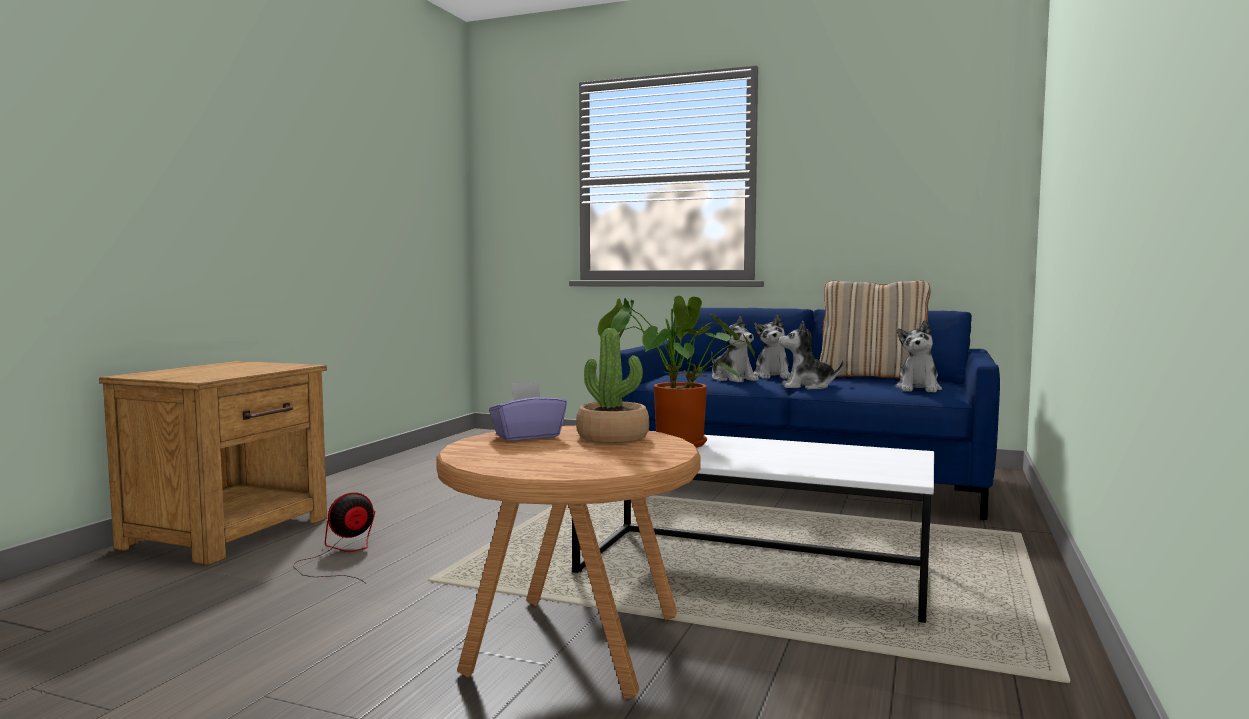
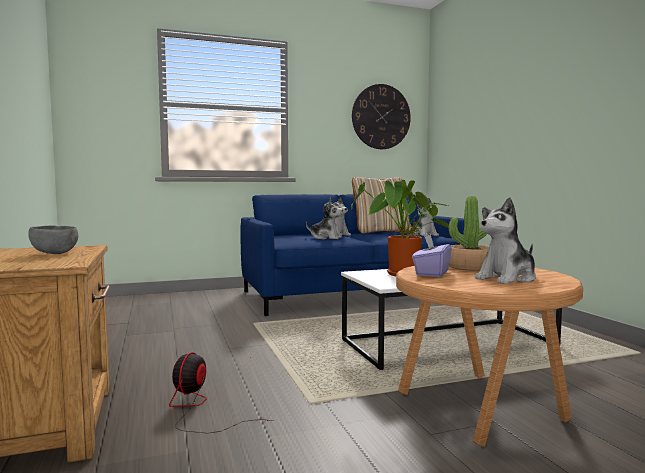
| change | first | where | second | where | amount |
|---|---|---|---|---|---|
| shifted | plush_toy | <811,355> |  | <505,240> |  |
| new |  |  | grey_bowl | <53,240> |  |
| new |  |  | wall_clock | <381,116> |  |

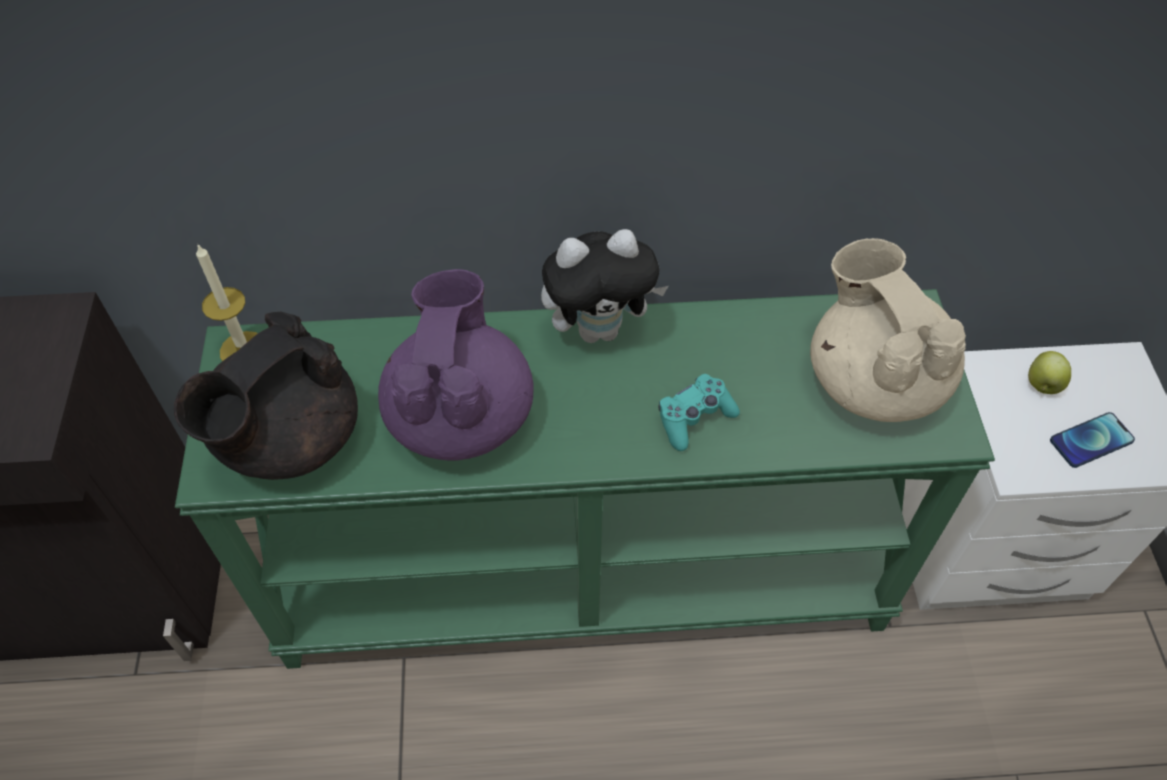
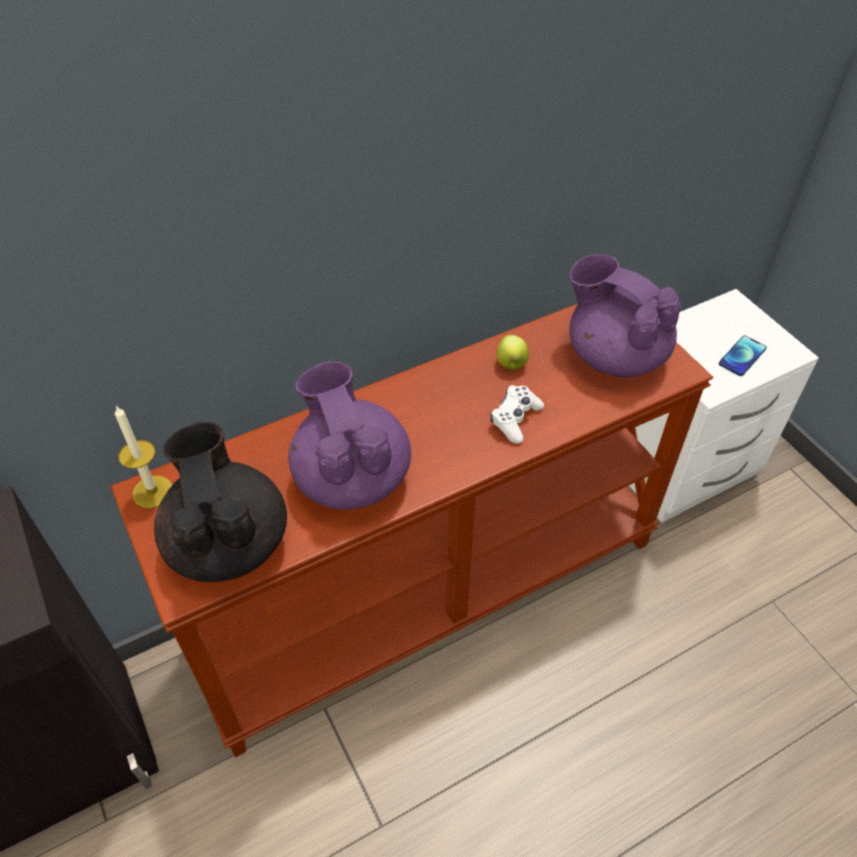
| change | first | where | second | where | amount |
|---|---|---|---|---|---|
| rotated | black_teapot | <266,396> |  | <220,502> | 150 degrees clockwise |
| repainted | green_console_table | <585,479> | brown_console_table | <412,530> |  |
| gone | plush_toy | <604,286> |  |  |  |
| repainted | turquoise_game_controller | <699,412> | white_game_controller | <517,414> |  |
| repainted | beige_teapot | <888,330> | purple_teapot | <625,315> |  |
| shifted | apple | <1049,372> |  | <513,352> |  |

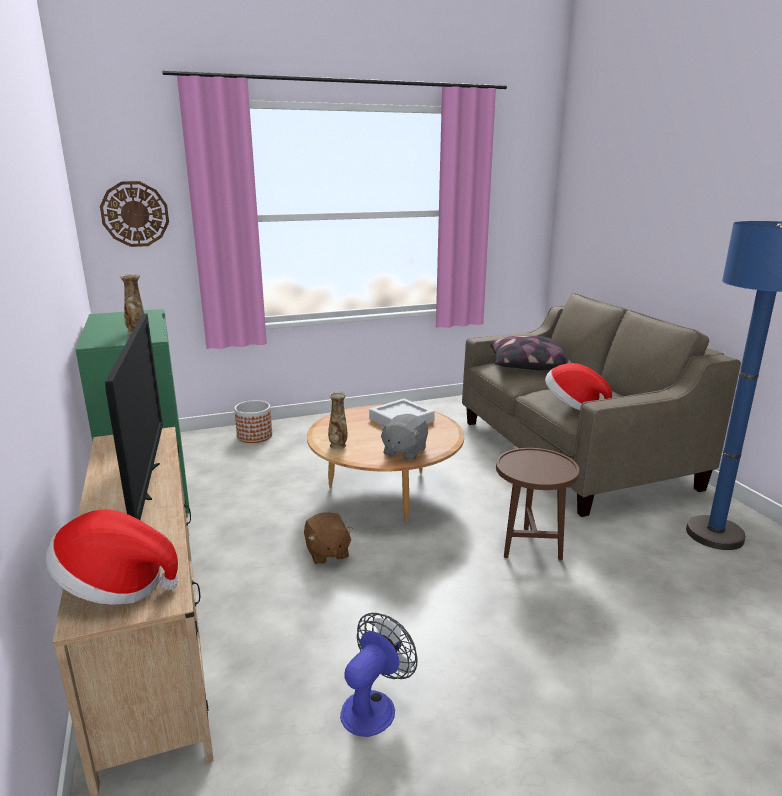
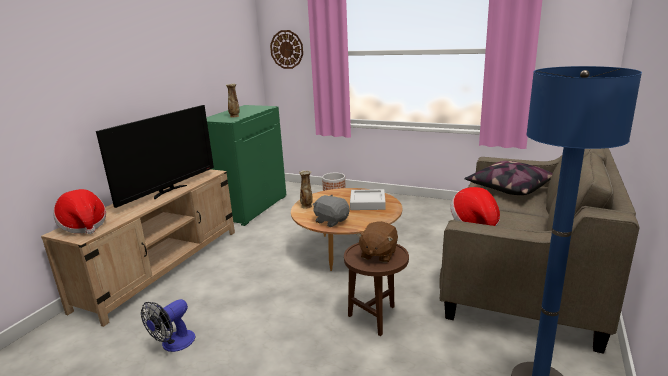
| change | first | where | second | where | amount |
|---|---|---|---|---|---|
| shifted | brown_plush_toy | <328,538> |  | <377,242> |  |
| rotated | fan | <378,675> |  | <168,325> | 135 degrees clockwise |
| rotated | grey_plush_toy | <403,437> |  | <331,211> | 60 degrees clockwise |

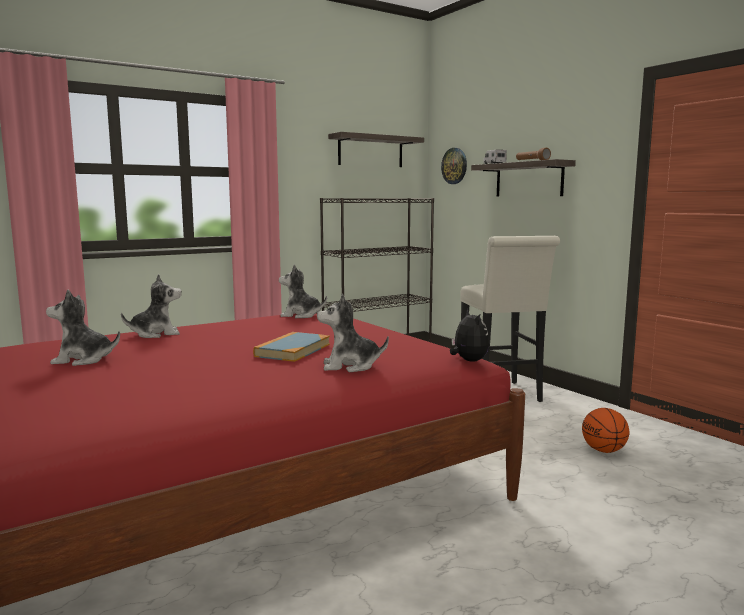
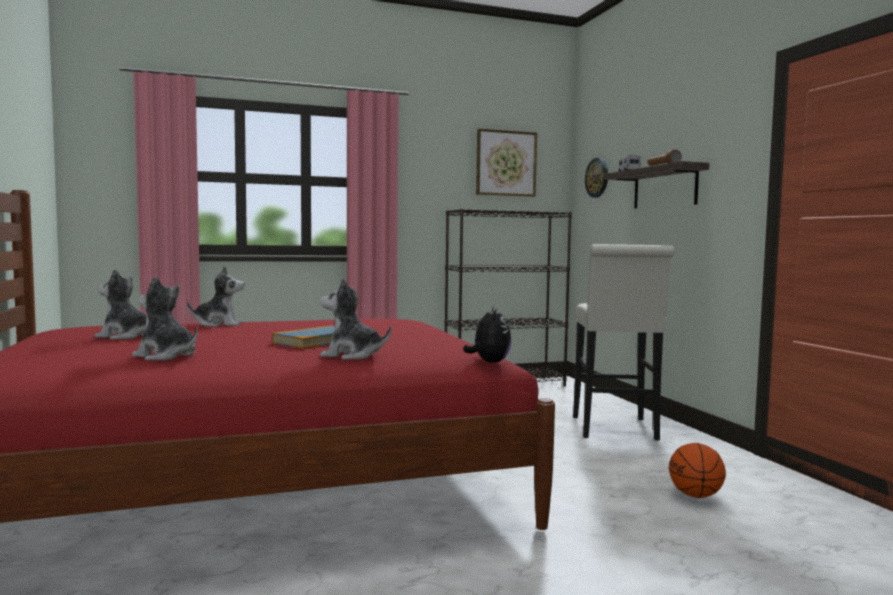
| change | first | where | second | where | amount |
|---|---|---|---|---|---|
| shifted | plush_toy | <303,291> |  | <165,318> |  |
| swapped | shelf | <376,149> | picture | <506,162> |  |

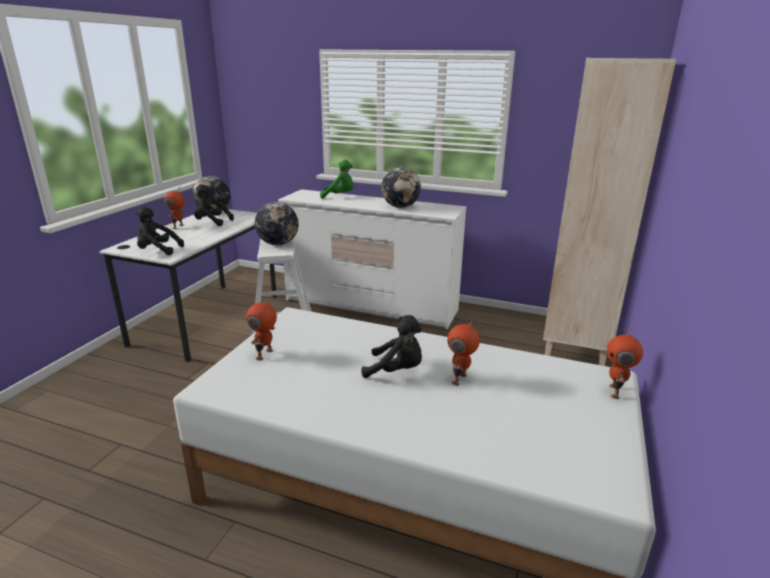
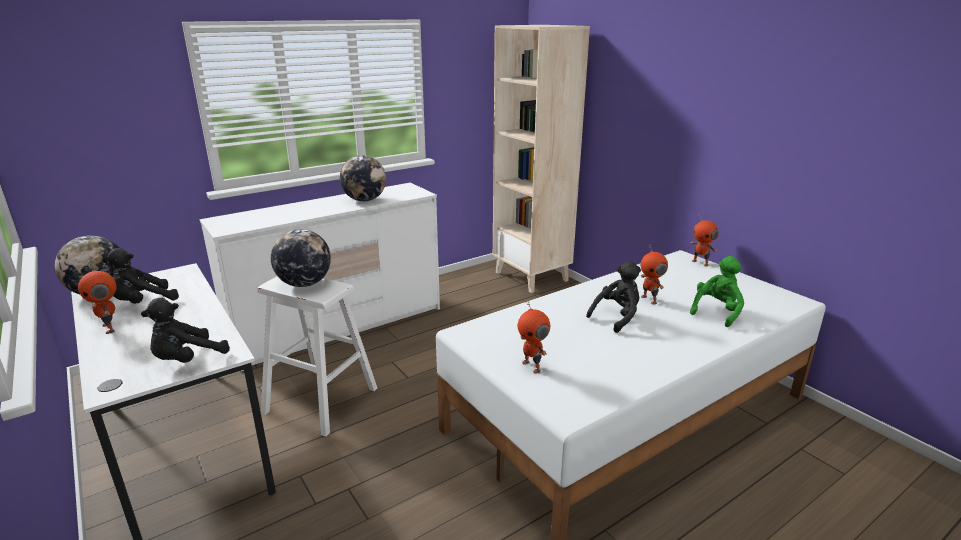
| change | first | where | second | where | amount |
|---|---|---|---|---|---|
| shifted | green_plush_toy | <337,179> |  | <717,291> |  |

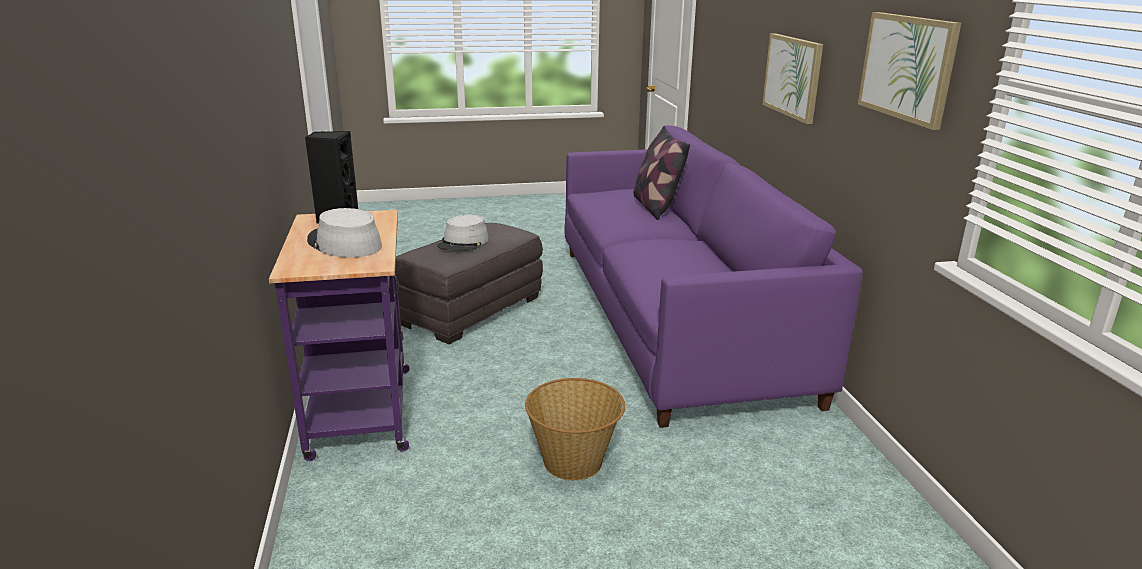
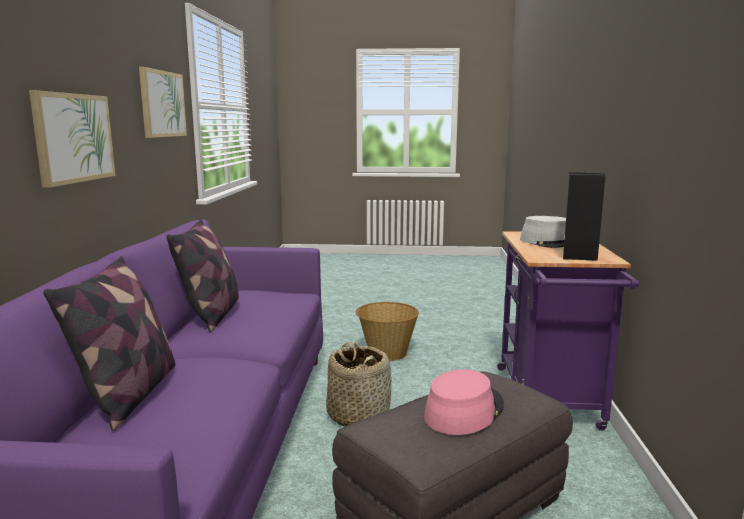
| change | first | where | second | where | amount |
|---|---|---|---|---|---|
| repainted | grey_hat | <463,232> | pink_hat | <464,402> |  |
| new |  |  | pillow | <202,275> |  |
| new |  |  | basket | <359,384> |  |

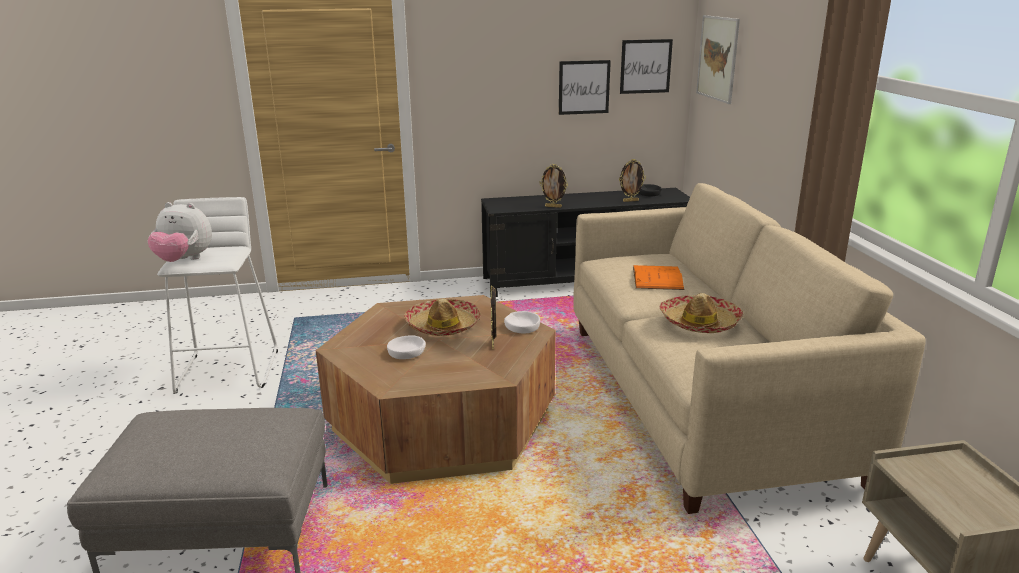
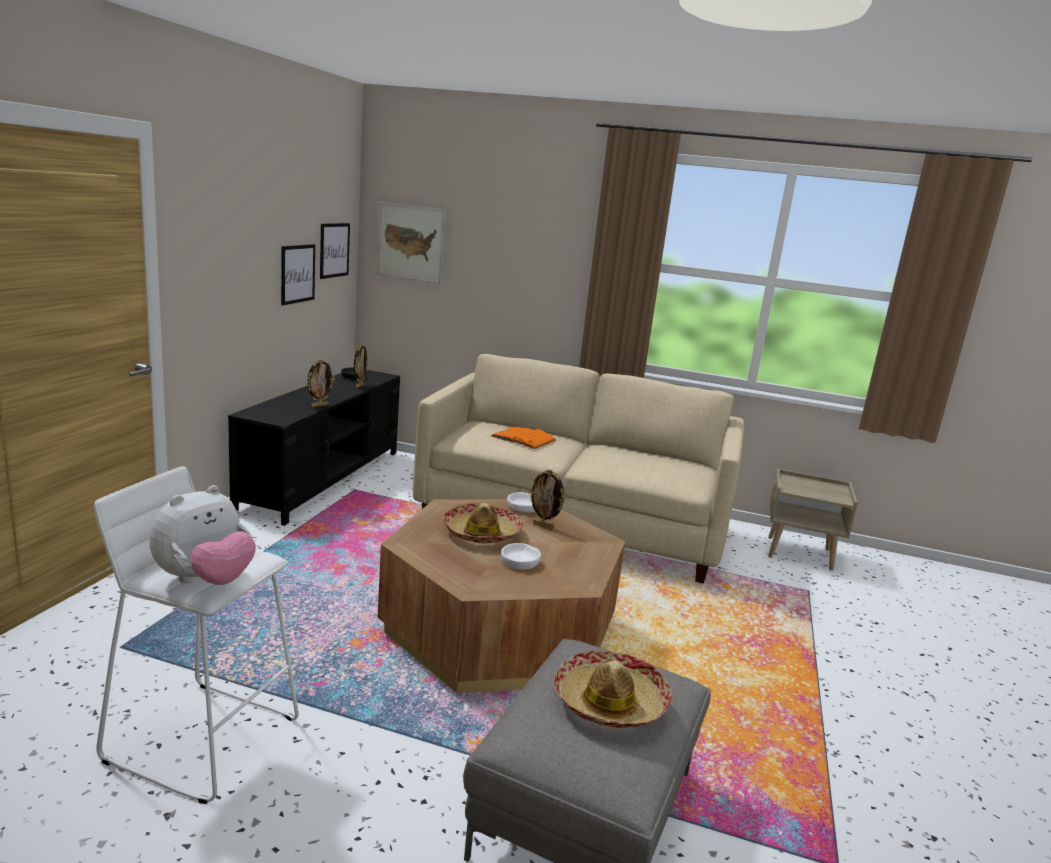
| change | first | where | second | where | amount |
|---|---|---|---|---|---|
| shifted | hat | <701,313> |  | <613,689> |  |

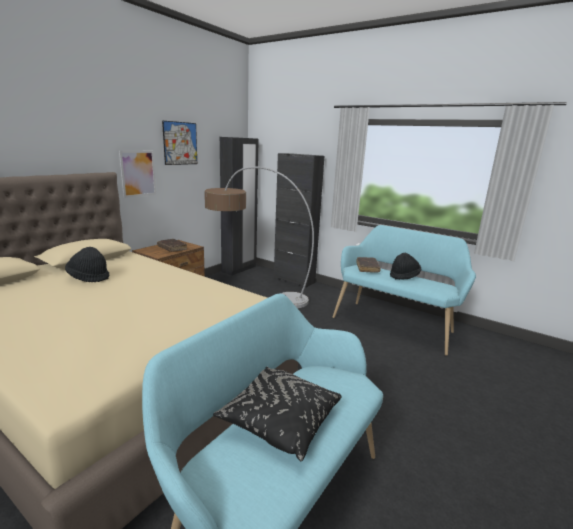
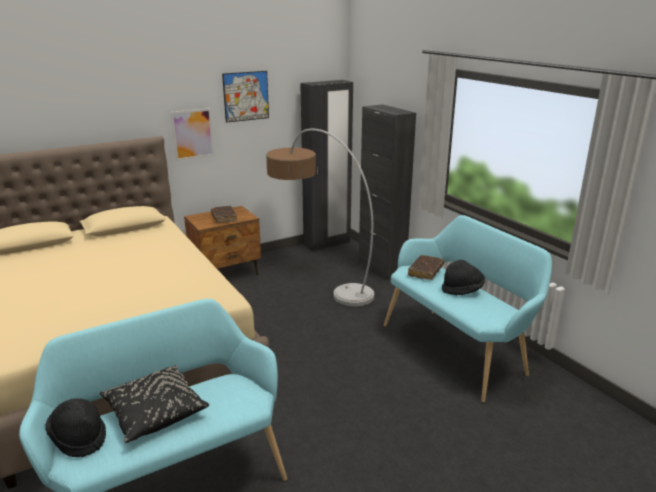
| change | first | where | second | where | amount |
|---|---|---|---|---|---|
| shifted | black_hat | <87,264> |  | <76,427> |  |

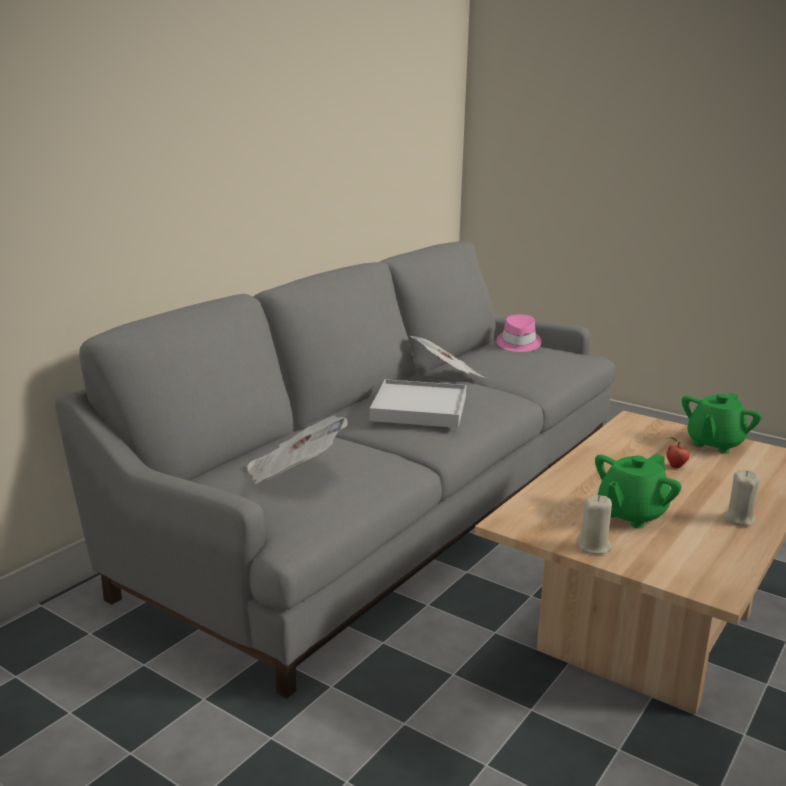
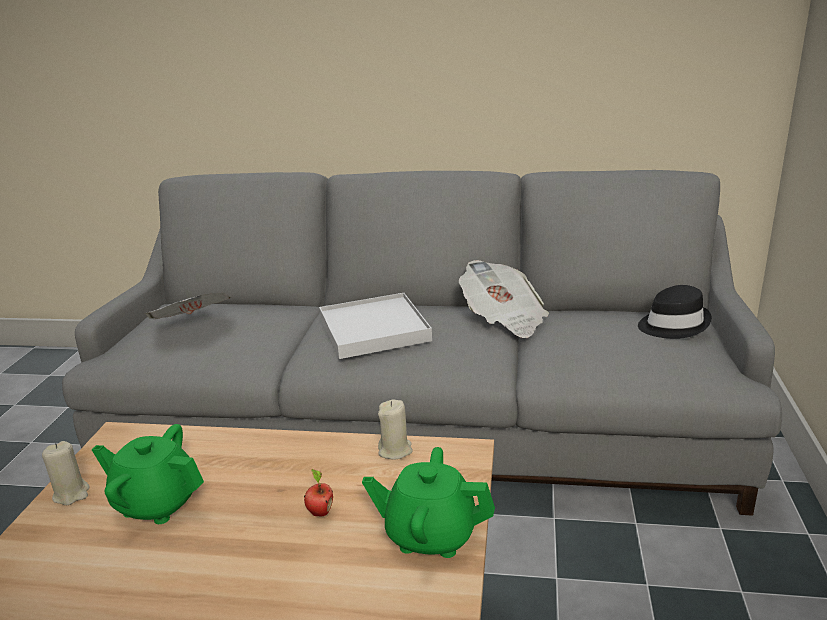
| change | first | where | second | where | amount |
|---|---|---|---|---|---|
| repainted | pink_hat | <518,333> | black_hat | <675,312> |  |
| shifted | beige_candle | <741,498> |  | <395,430> |  |

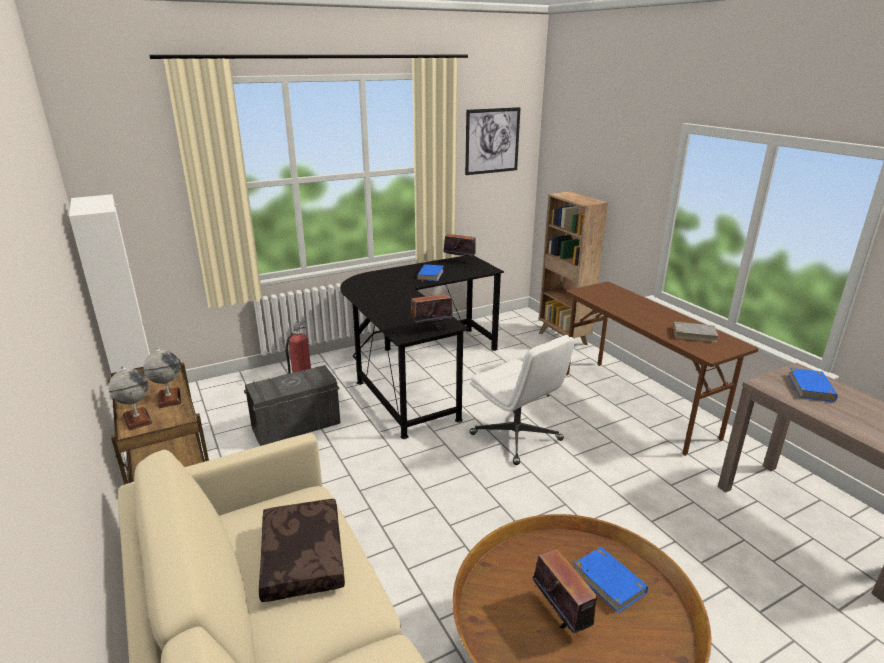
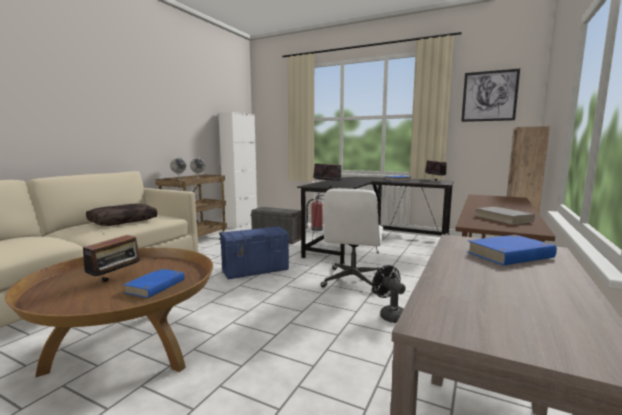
| change | first | where | second | where | amount |
|---|---|---|---|---|---|
| new |  |  | blue_storage_box | <254,252> |  |
| new |  |  | black_fan | <389,294> |  |

